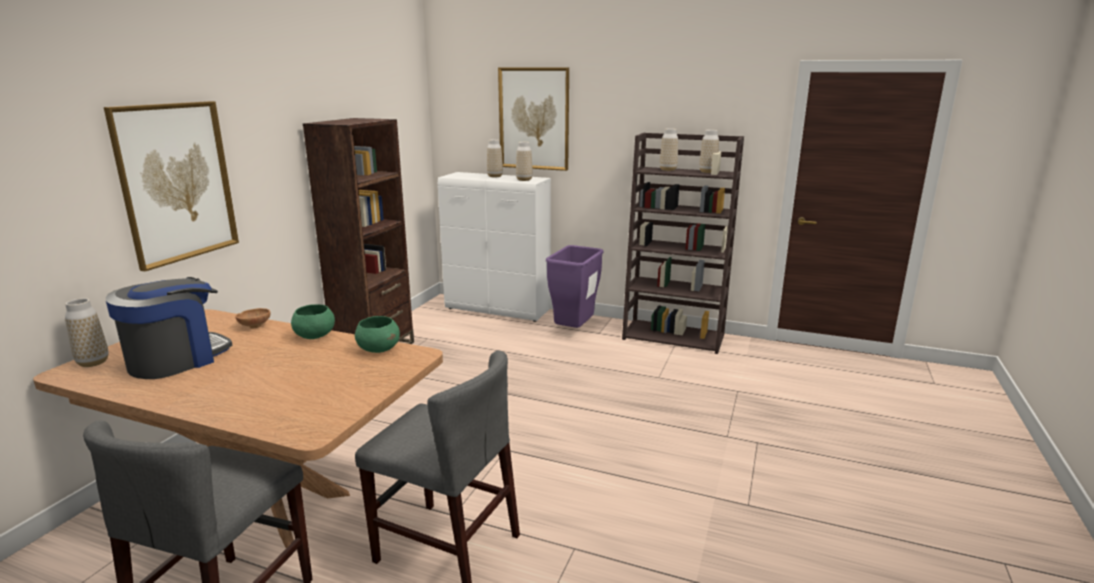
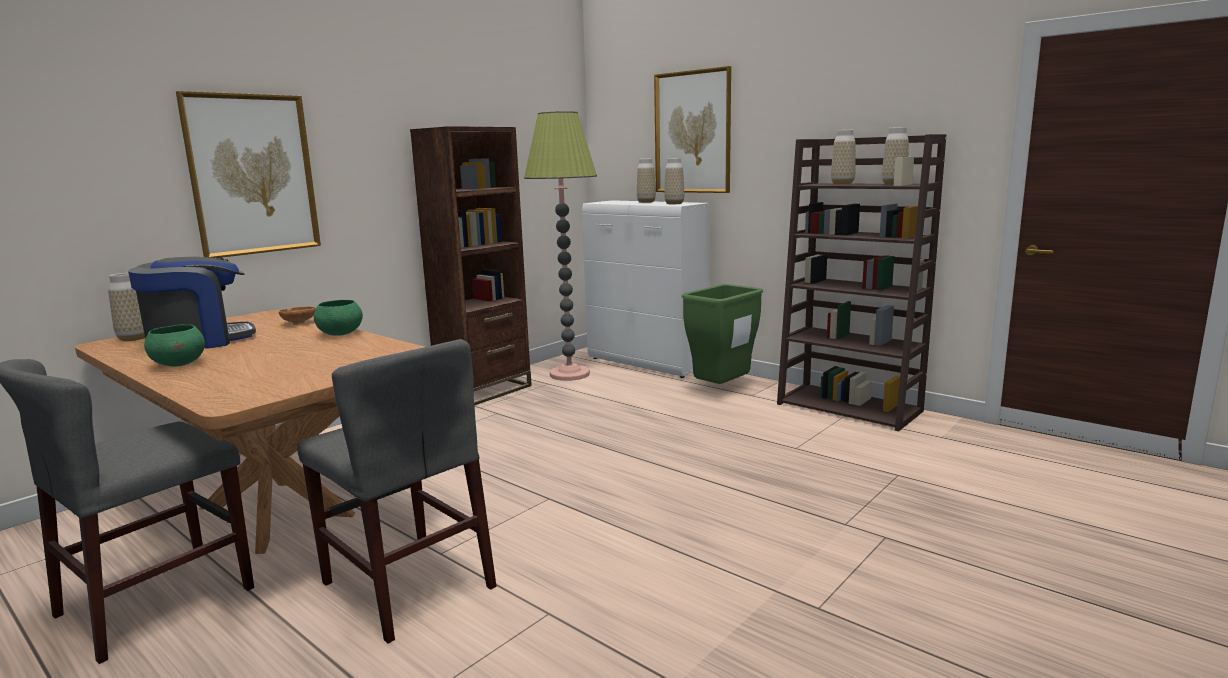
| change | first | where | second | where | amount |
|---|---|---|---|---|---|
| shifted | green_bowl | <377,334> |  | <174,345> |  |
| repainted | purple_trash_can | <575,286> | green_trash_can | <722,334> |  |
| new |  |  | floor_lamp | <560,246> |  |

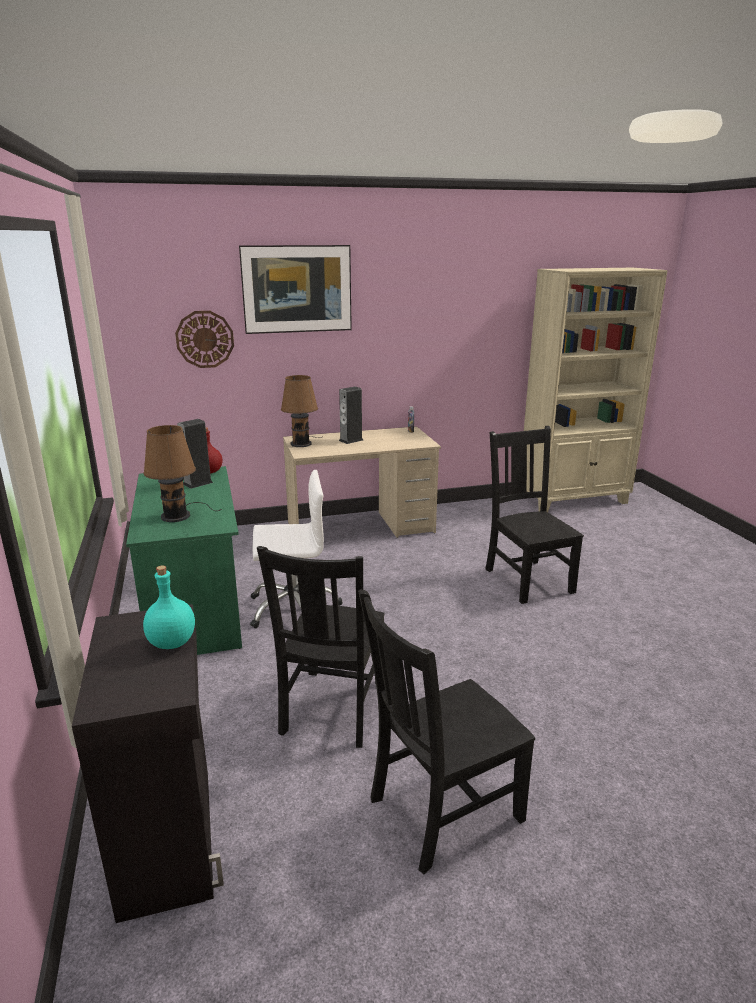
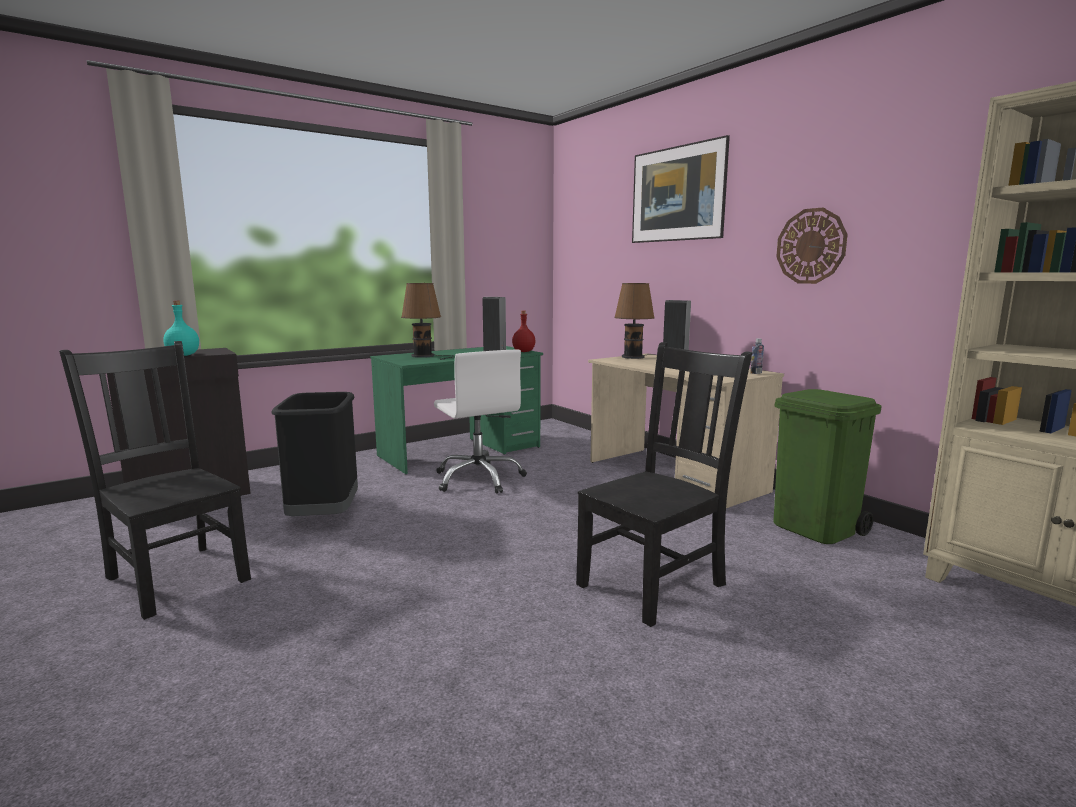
| change | first | where | second | where | amount |
|---|---|---|---|---|---|
| shifted | wall_clock | <204,339> |  | <812,246> |  |
| swapped | black_chair | <321,647> | black_trash_can | <314,454> |  |
| new |  |  | green_trash_can | <827,466> |  |

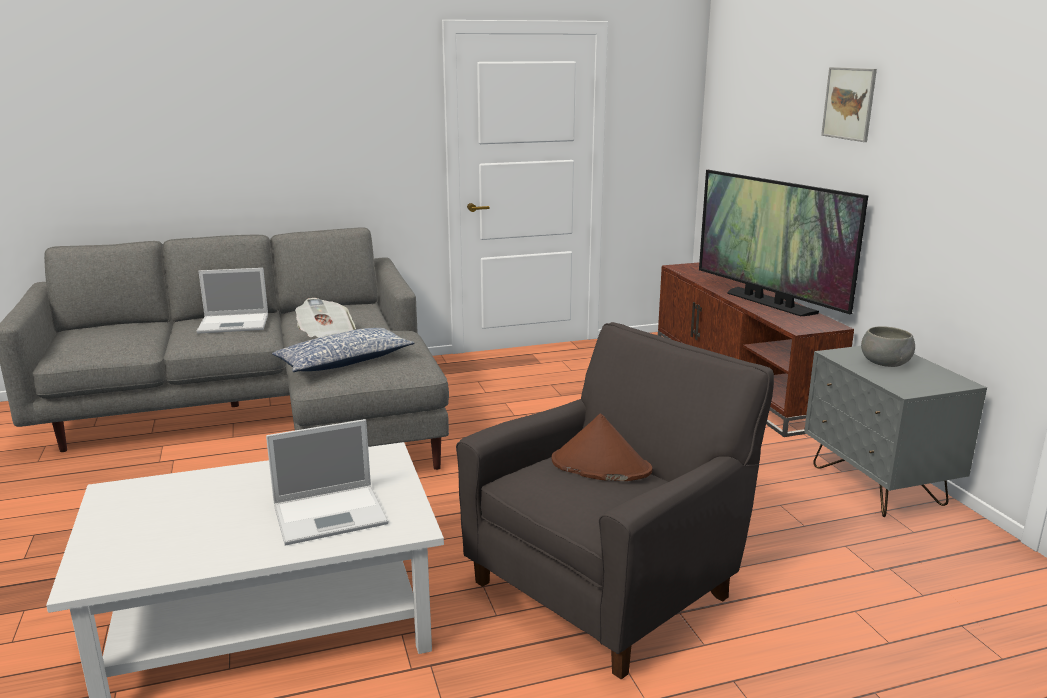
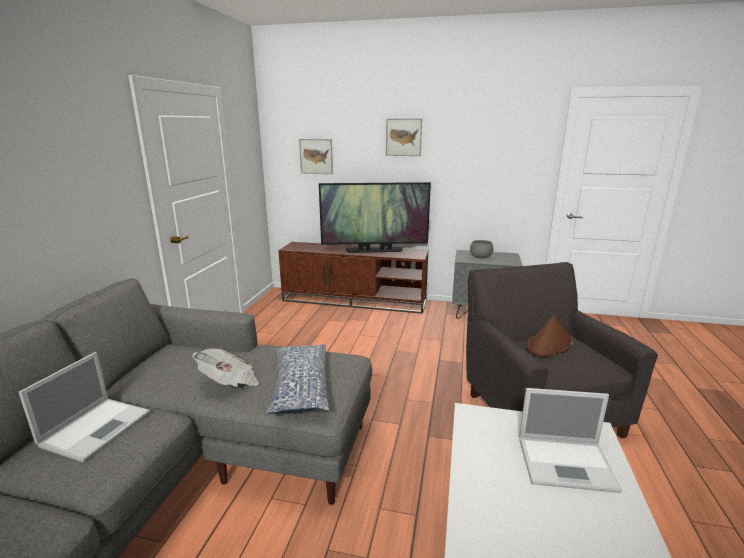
| change | first | where | second | where | amount |
|---|---|---|---|---|---|
| rotated | laptop | <327,482> |  | <570,440> | 90 degrees clockwise |
| new |  |  | picture | <316,156> |  |

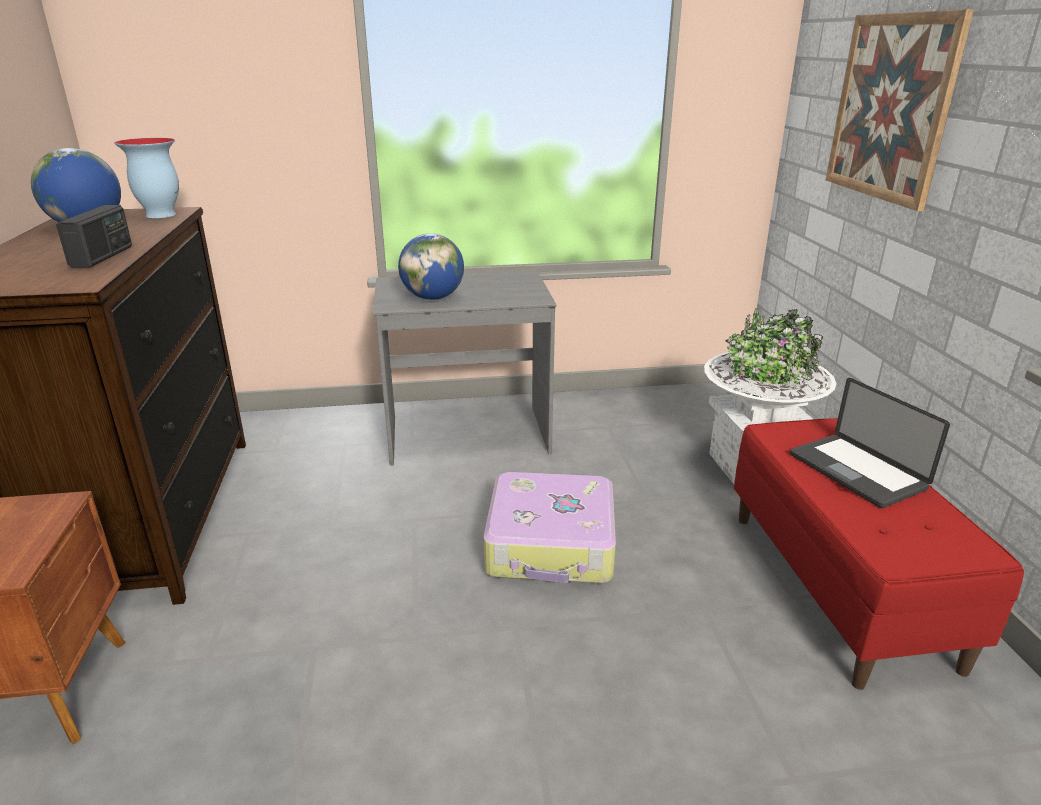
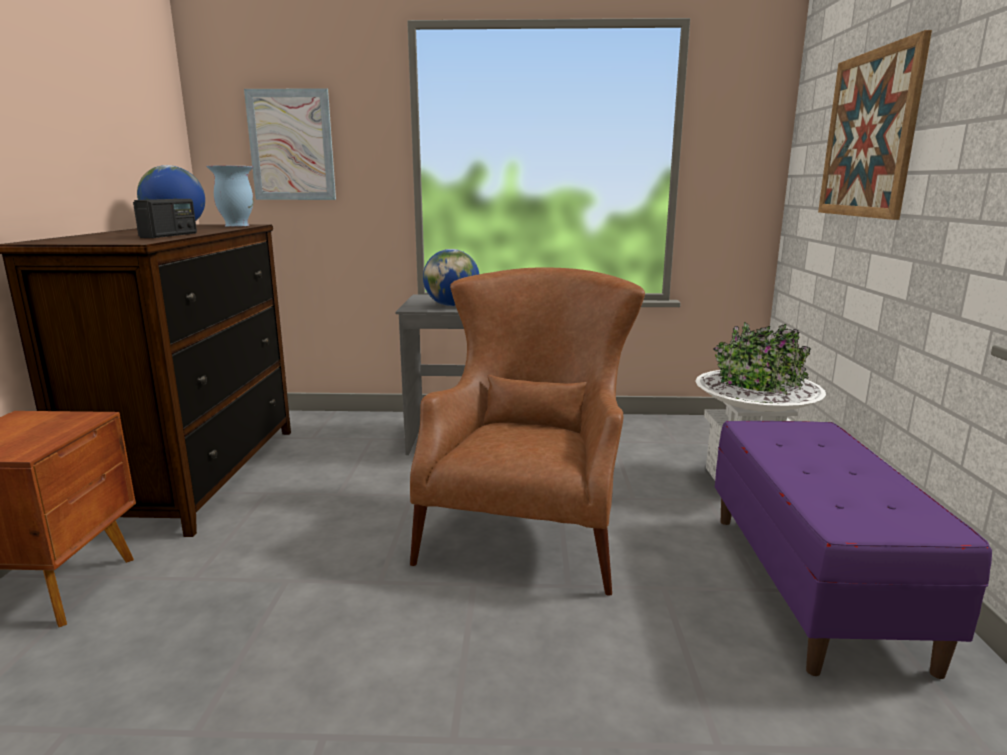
| change | first | where | second | where | amount |
|---|---|---|---|---|---|
| swapped | suitcase | <549,527> | brown_armchair | <527,431> |  |
| repainted | red_bench | <879,554> | purple_bench | <853,550> |  |
| gone | laptop | <870,443> |  |  |  |
| new |  |  | picture | <290,144> |  |

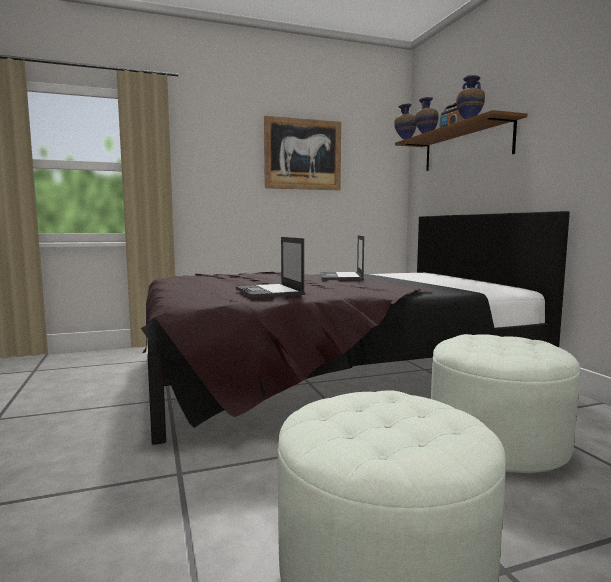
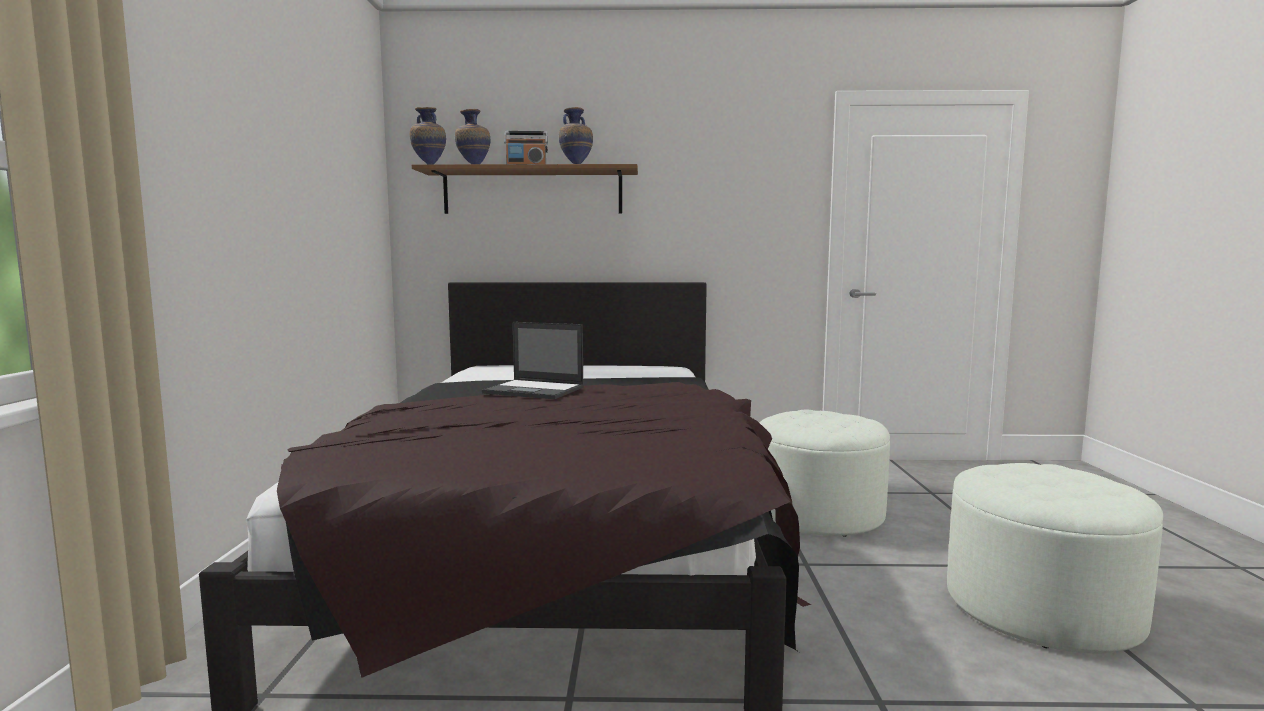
| change | first | where | second | where | amount |
|---|---|---|---|---|---|
| gone | laptop | <270,267> |  |  |  |
| gone | picture | <302,153> |  |  |  |

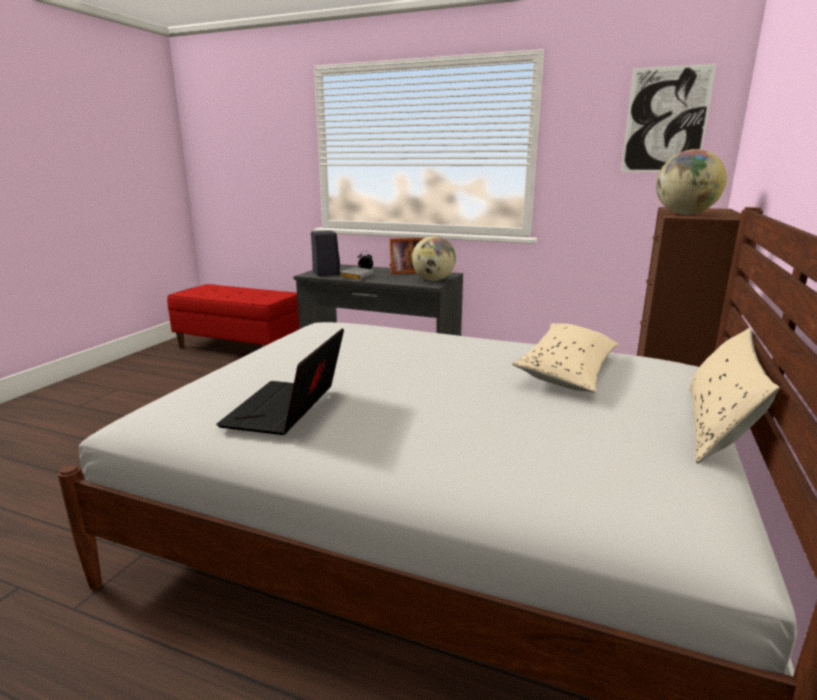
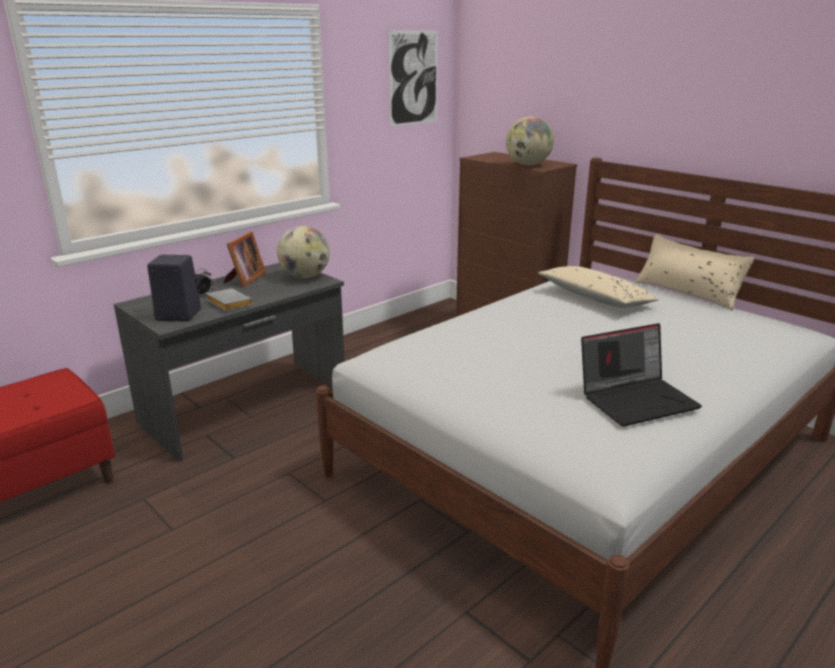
| change | first | where | second | where | amount |
|---|---|---|---|---|---|
| rotated | laptop | <280,381> |  | <641,375> | 60 degrees counterclockwise |

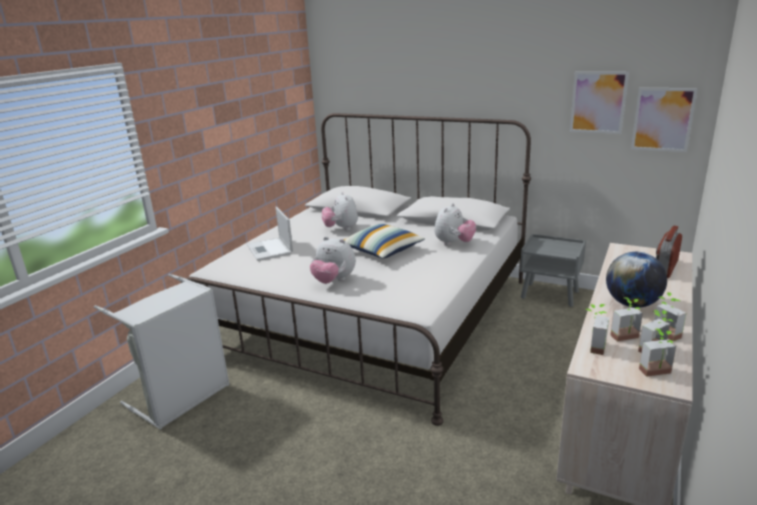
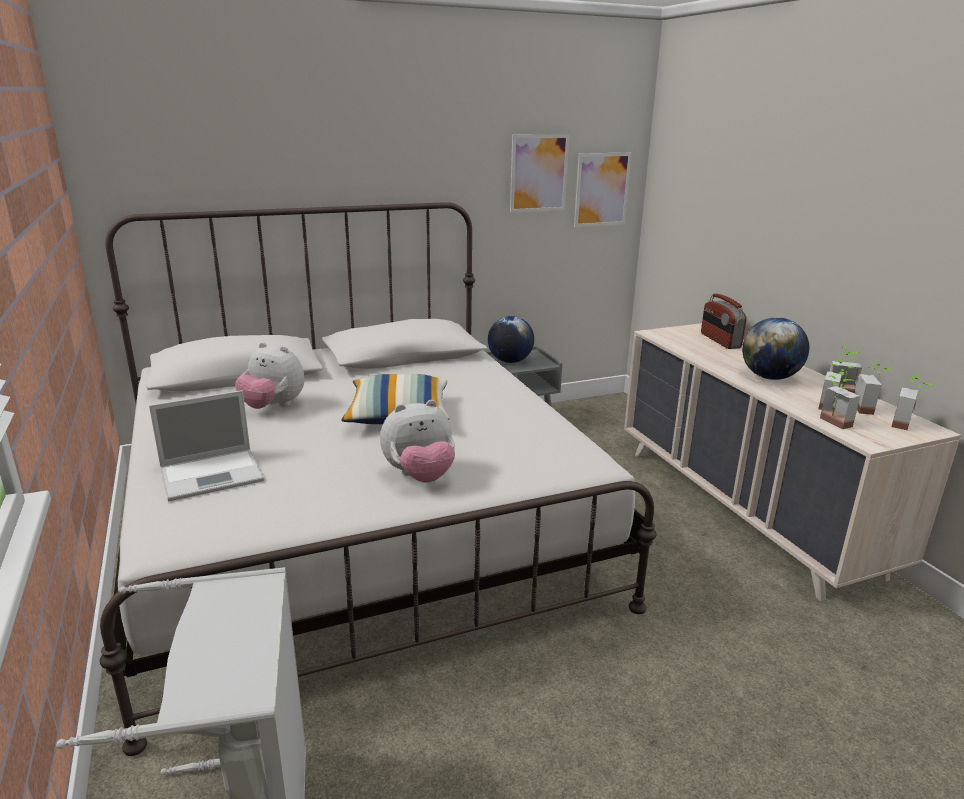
| change | first | where | second | where | amount |
|---|---|---|---|---|---|
| rotated | laptop | <270,234> |  | <206,446> | 45 degrees counterclockwise |
| gone | plush_toy | <455,224> |  |  |  |
| new |  |  | globe | <511,339> |  |

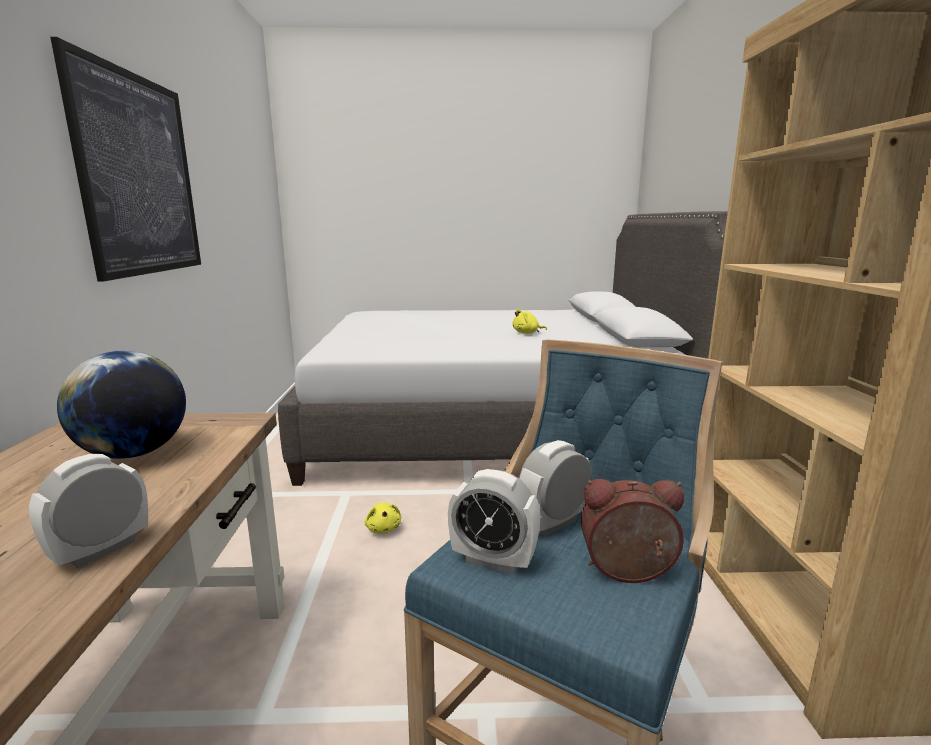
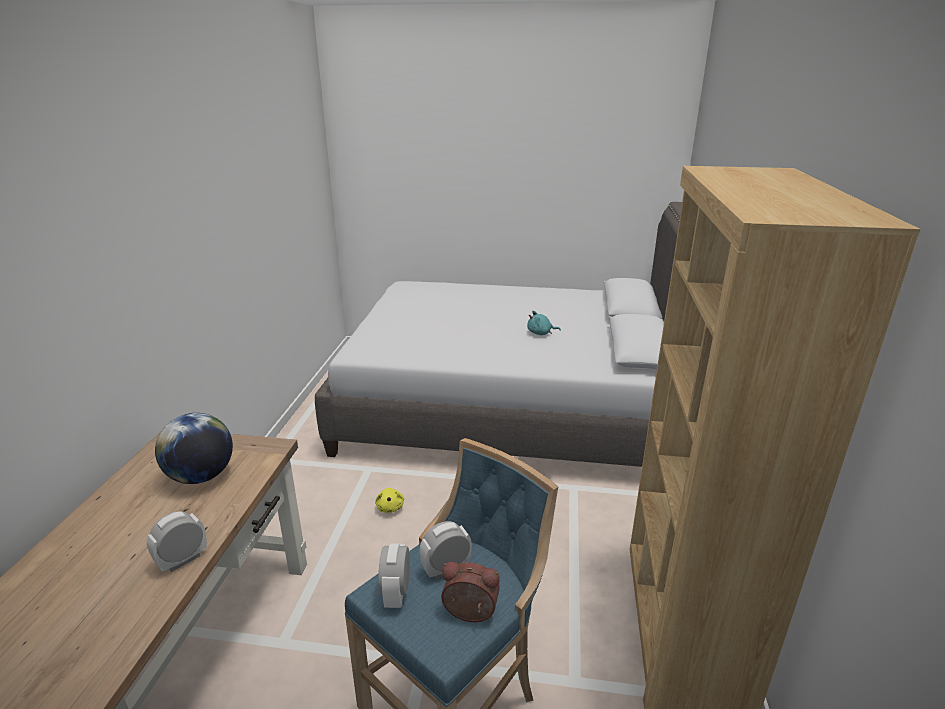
| change | first | where | second | where | amount |
|---|---|---|---|---|---|
| gone | picture | <125,159> |  |  |  |
| rotated | alarm_clock | <494,521> |  | <394,575> | 60 degrees clockwise |
| repainted | yellow_plush_toy | <530,321> | turquoise_plush_toy | <544,323> |  |

